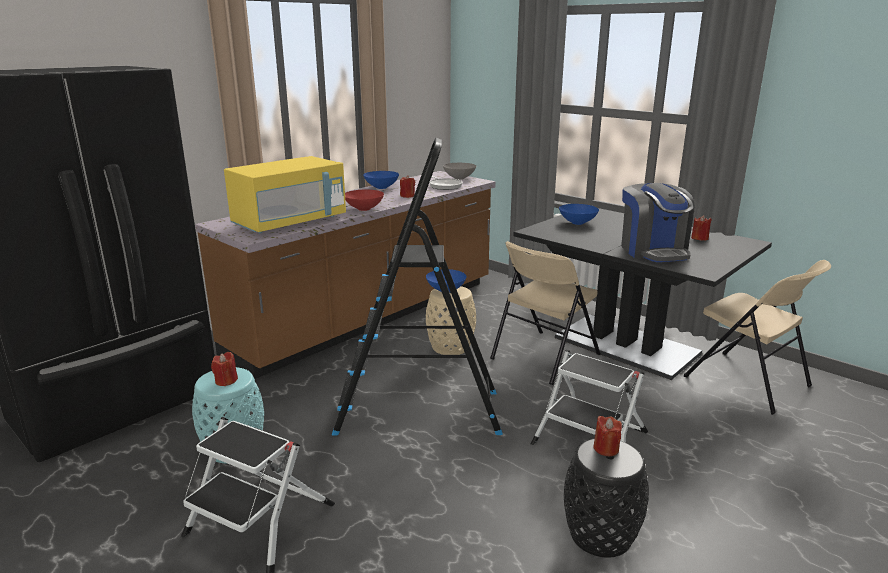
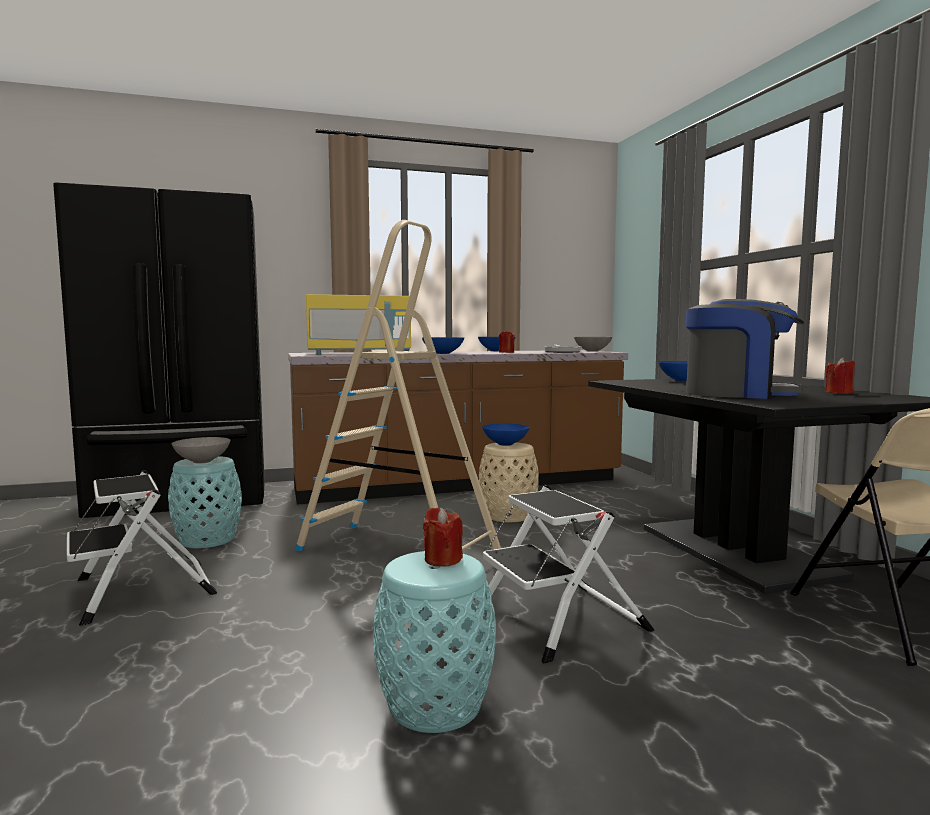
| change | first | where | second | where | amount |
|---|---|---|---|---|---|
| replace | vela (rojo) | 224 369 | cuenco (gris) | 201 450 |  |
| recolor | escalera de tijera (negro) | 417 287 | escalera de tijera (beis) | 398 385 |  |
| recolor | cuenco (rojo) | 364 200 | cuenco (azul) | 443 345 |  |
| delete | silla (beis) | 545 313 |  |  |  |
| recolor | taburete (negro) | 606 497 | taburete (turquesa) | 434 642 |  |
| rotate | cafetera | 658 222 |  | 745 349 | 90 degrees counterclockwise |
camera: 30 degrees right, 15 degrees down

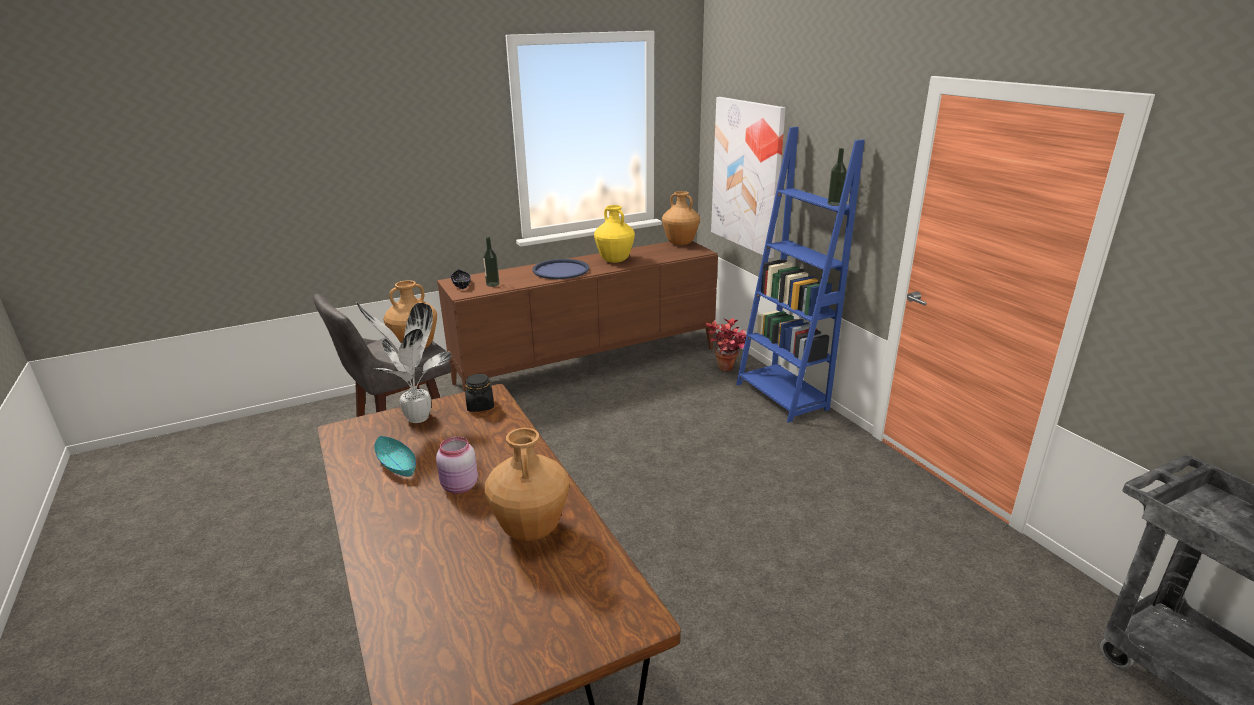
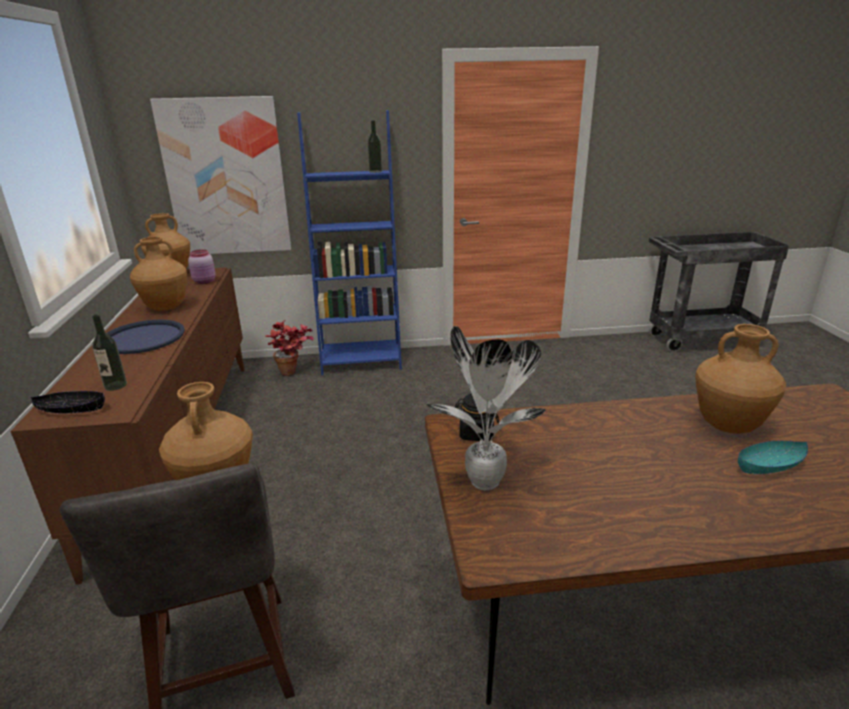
| change | first | where | second | where | amount |
|---|---|---|---|---|---|
| move | cuenco (turquesa) | 395 456 |  | 773 457 |  |
| move | tarro (rosa) | 457 465 |  | 202 266 |  |
| recolor | florero (amarillo) | 614 234 | florero (marrón) | 158 274 |  |
camera: 70 degrees left, 0 degrees up

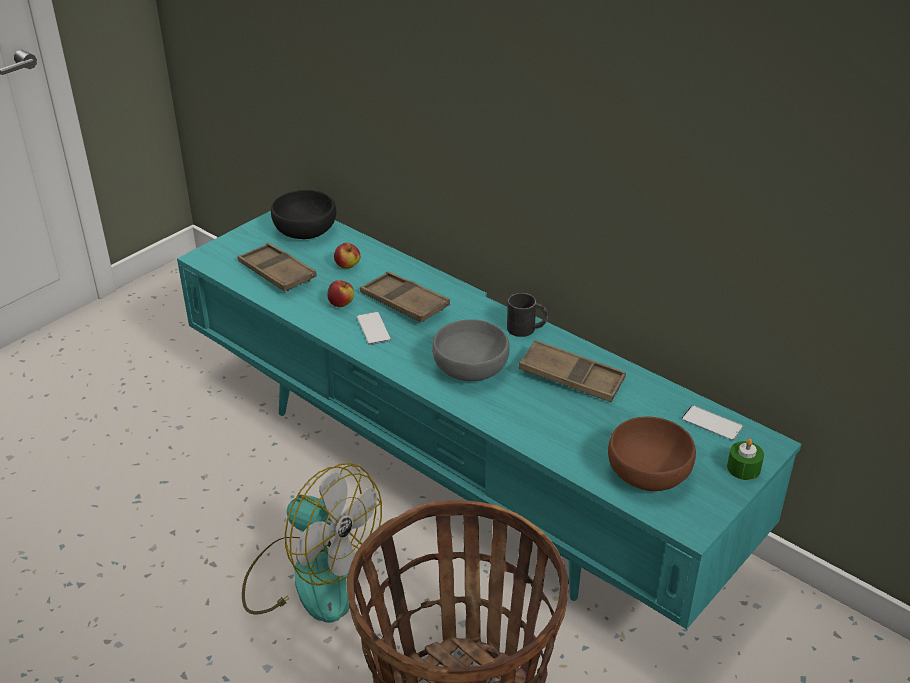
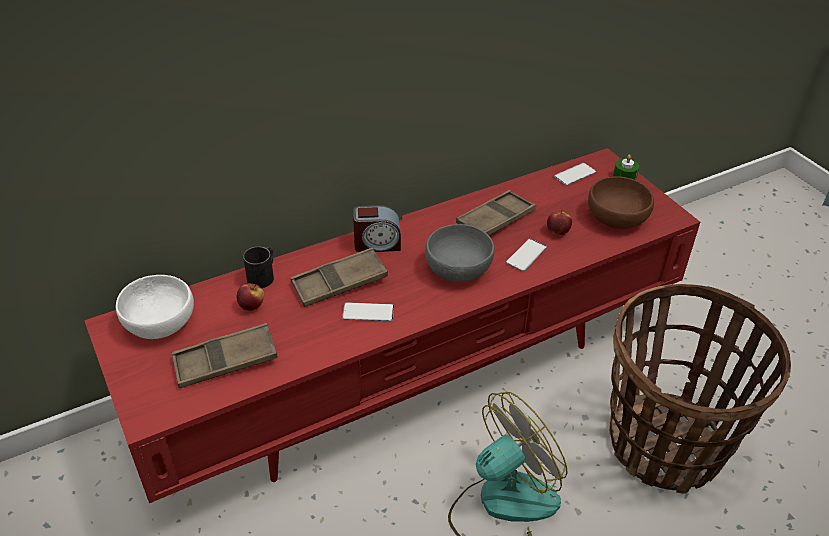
| change | first | where | second | where | amount |
|---|---|---|---|---|---|
| recolor | mueble de televisión (turquesa) | 489 420 | mueble de televisión (rojo) | 392 325 |  |
| recolor | cuenco (negro) | 303 214 | cuenco (blanco) | 155 307 |  |
| move | manzana | 340 293 |  | 559 222 |  |
| move | taza grande (negro) | 527 315 |  | 258 267 |  |
| insert |  |  | despertador | 377 228 |  |
| insert |  |  | móvil | 526 255 |  |
camera: 70 degrees left, 5 degrees up

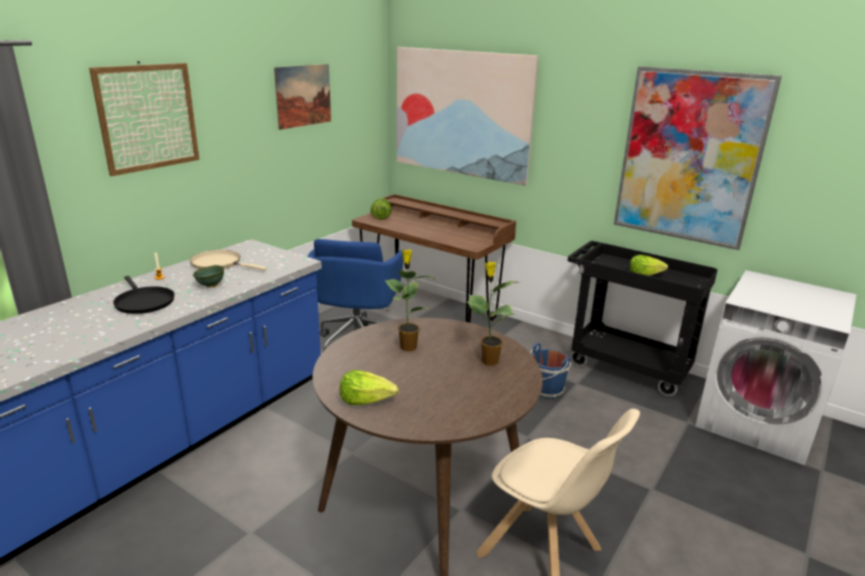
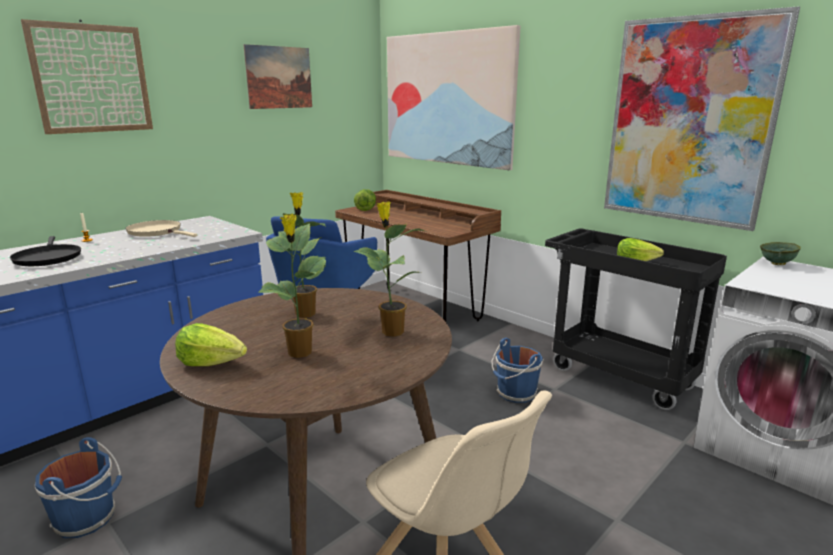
| change | first | where | second | where | amount |
|---|---|---|---|---|---|
| move | cuenco (verde) | 208 276 |  | 780 253 |  |
| insert |  |  | cubo (azul) | 78 487 |  |
| insert |  |  | planta en maceta | 292 286 |  |
camera: 10 degrees right, 5 degrees down

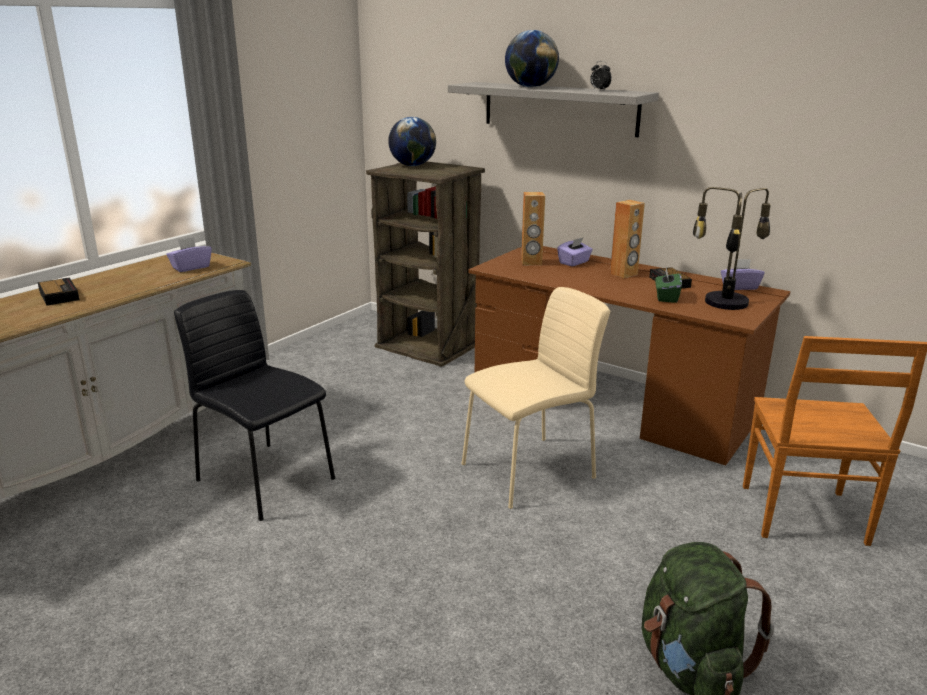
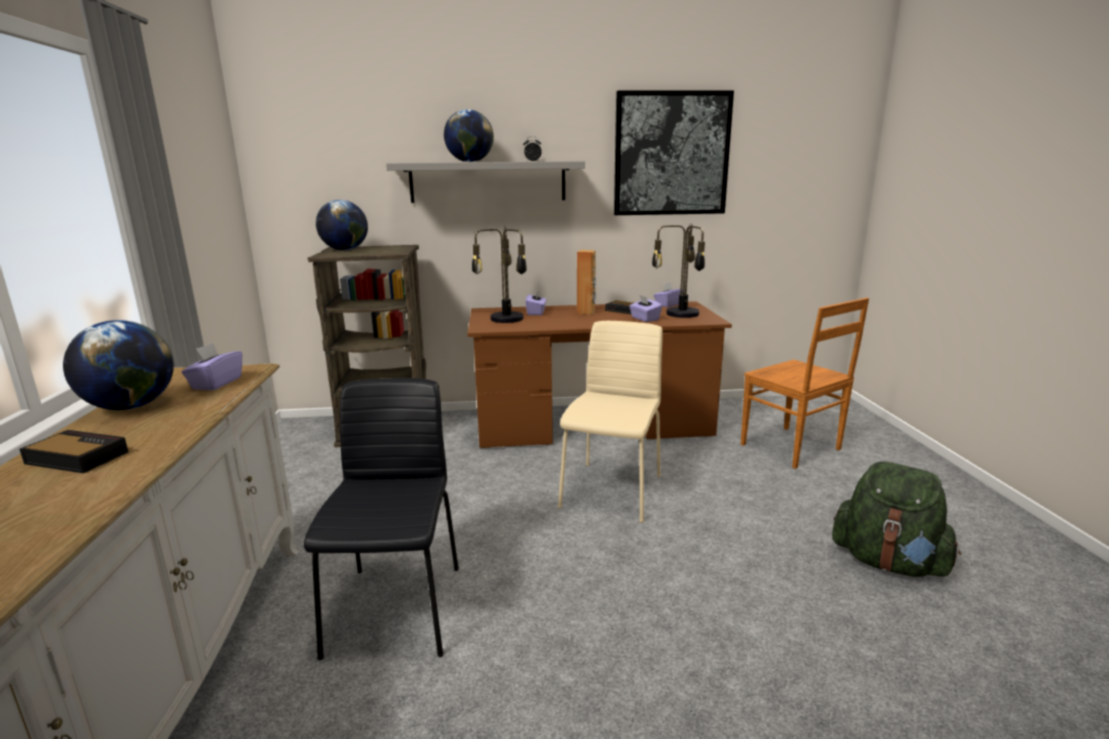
| change | first | where | second | where | amount |
|---|---|---|---|---|---|
| rotate | silla (negro) | 254 405 |  | 381 519 | 90 degrees clockwise |
| replace | altavoz (marrón) | 533 228 | lámpara de mesa | 499 275 |  |
| recolor | caja de pañuelos (verde) | 668 285 | caja de pañuelos (morado) | 645 308 |  |
| insert |  |  | globo terráqueo | 118 365 |  |
| insert |  |  | cuadro | 674 152 |  |
camera: 40 degrees left, 5 degrees down

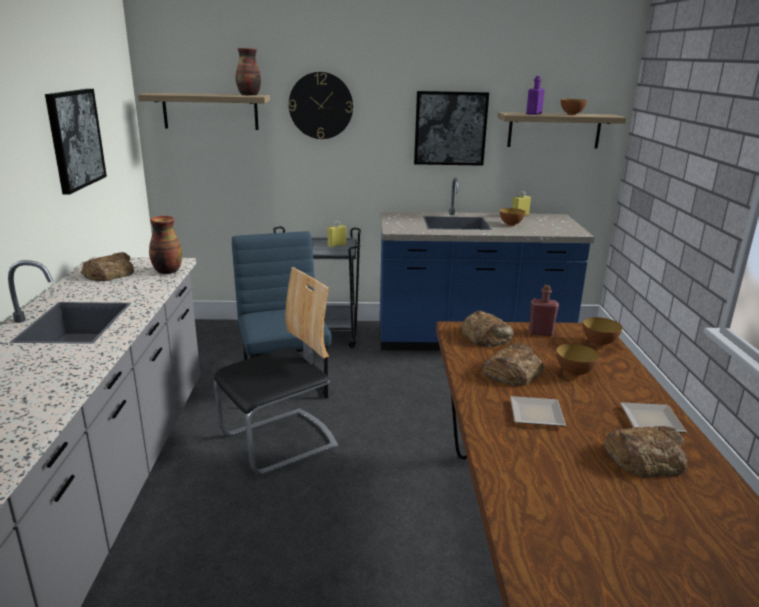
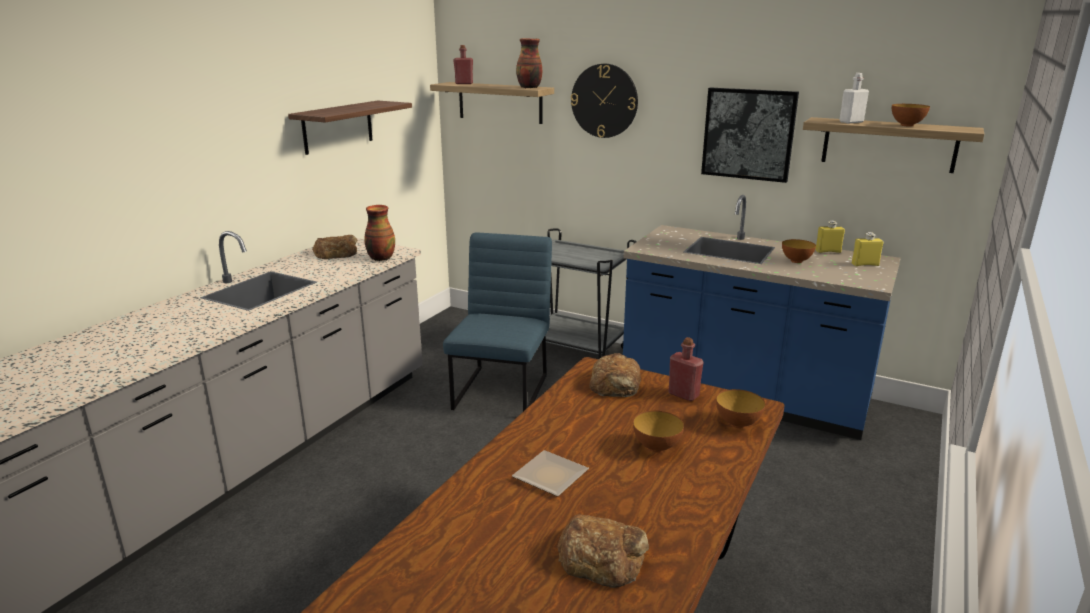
| change | first | where | second | where | amount |
|---|---|---|---|---|---|
| replace | cuadro | 76 142 | estante | 350 128 |  |
| delete | silla | 276 371 |  |  |  |
| move | botella (amarillo) | 336 234 |  | 868 249 |  |
| delete | pan | 513 364 |  |  |  |
| recolor | botella (morado) | 535 95 | botella (blanco) | 854 98 |  |
| delete | plato | 653 417 |  |  |  |
| insert |  |  | botella (rojo) | 463 64 |  |
camera: 30 degrees right, 0 degrees up

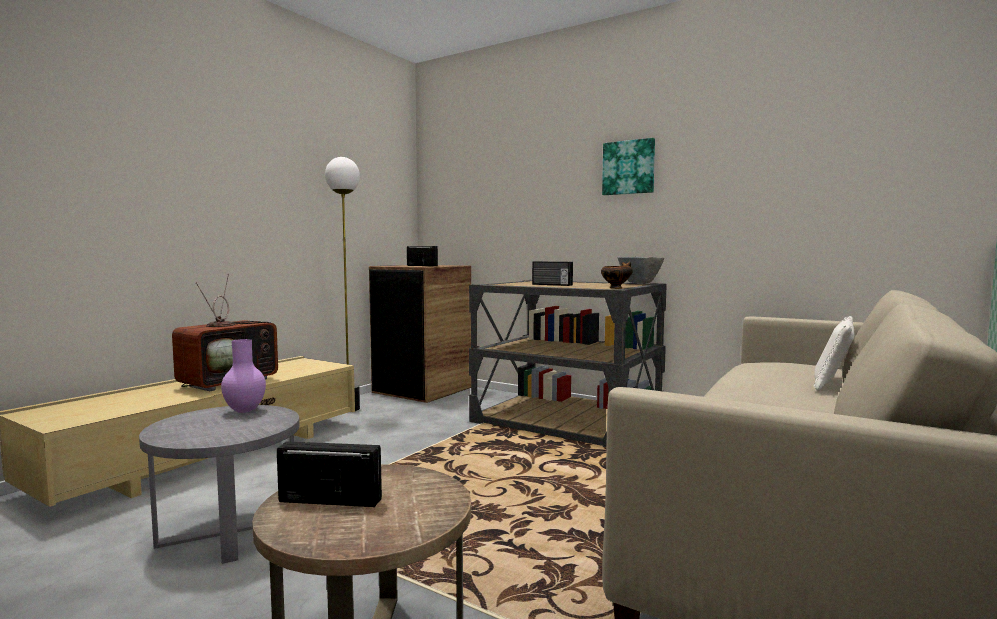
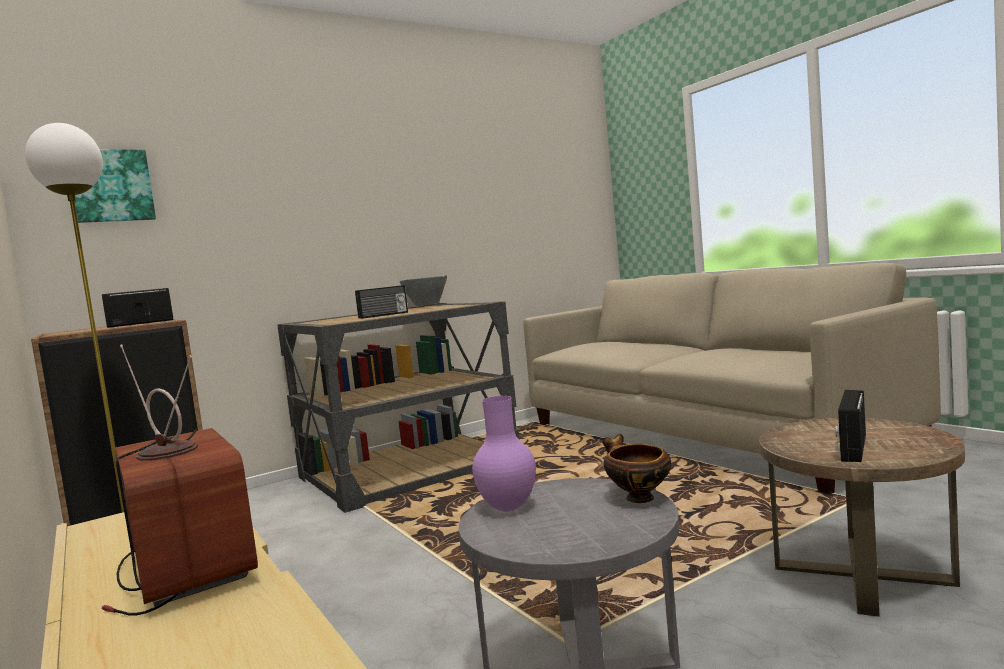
| change | first | where | second | where | amount |
|---|---|---|---|---|---|
| move | cuenco | 616 275 |  | 636 468 |  |
| move | cuadro | 628 166 |  | 115 186 |  |
| delete | cojín (blanco) | 834 353 |  |  |  |
camera: 65 degrees left, 0 degrees up

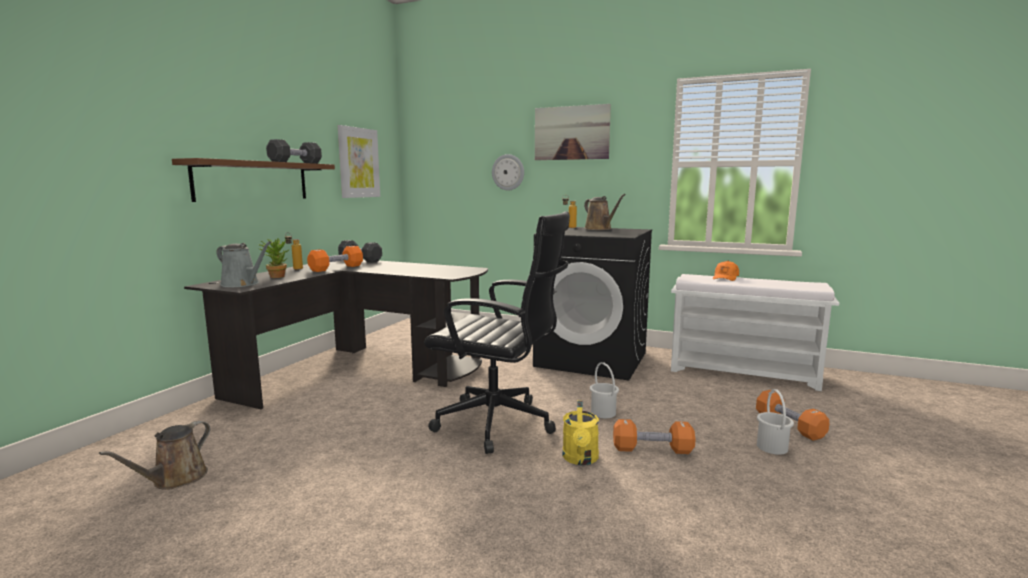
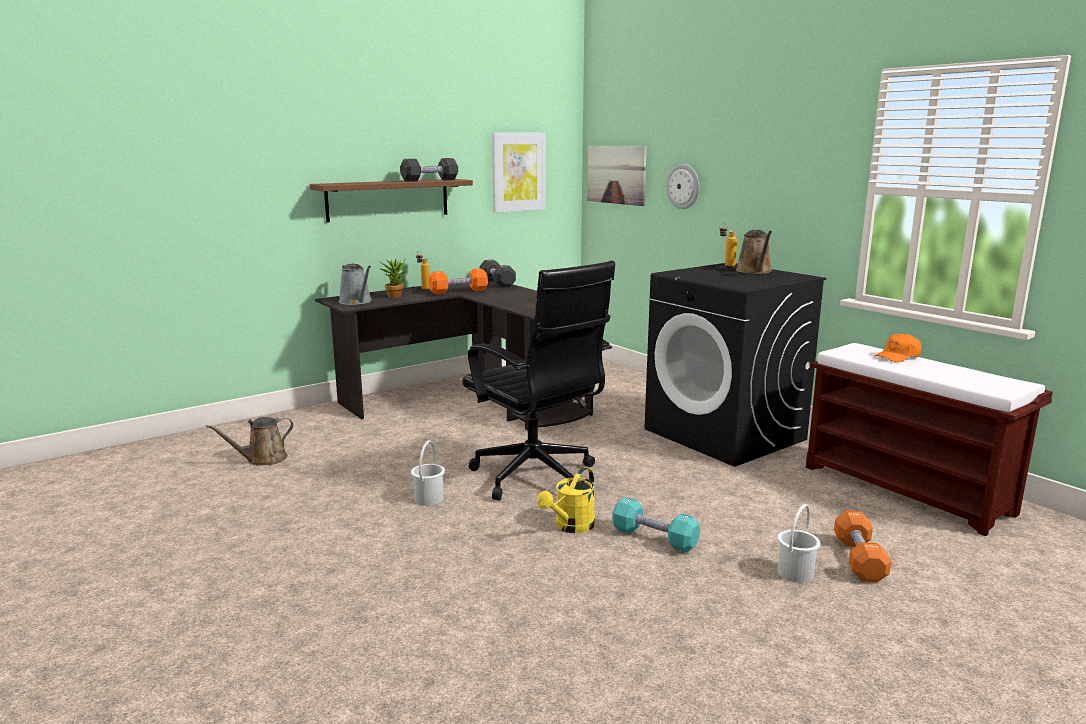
| change | first | where | second | where | amount |
|---|---|---|---|---|---|
| move | cuadro | 573 132 |  | 617 176 |  |
| move | cubo (blanco) | 604 390 |  | 428 473 |  |
| recolor | mancuerna (naranja) | 654 436 | mancuerna (turquesa) | 656 524 |  |
| recolor | banco (blanco) | 755 332 | banco (marrón) | 929 439 |  |
camera: 30 degrees right, 5 degrees up

